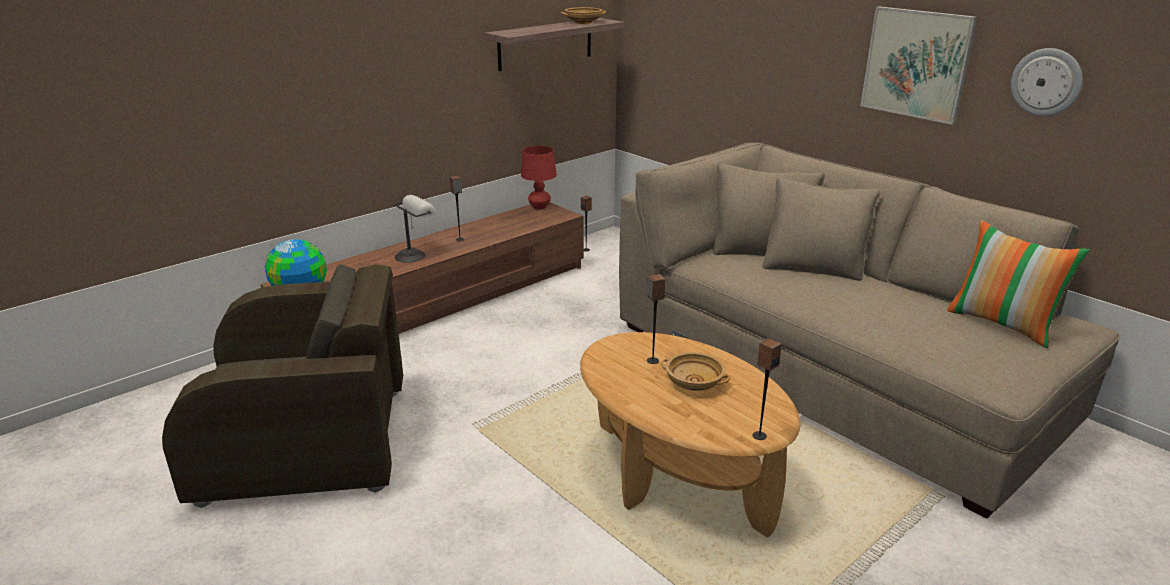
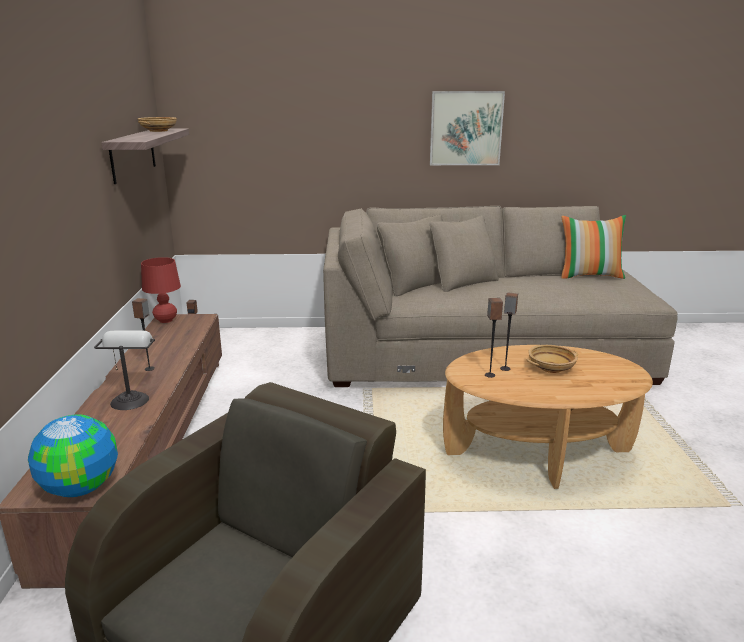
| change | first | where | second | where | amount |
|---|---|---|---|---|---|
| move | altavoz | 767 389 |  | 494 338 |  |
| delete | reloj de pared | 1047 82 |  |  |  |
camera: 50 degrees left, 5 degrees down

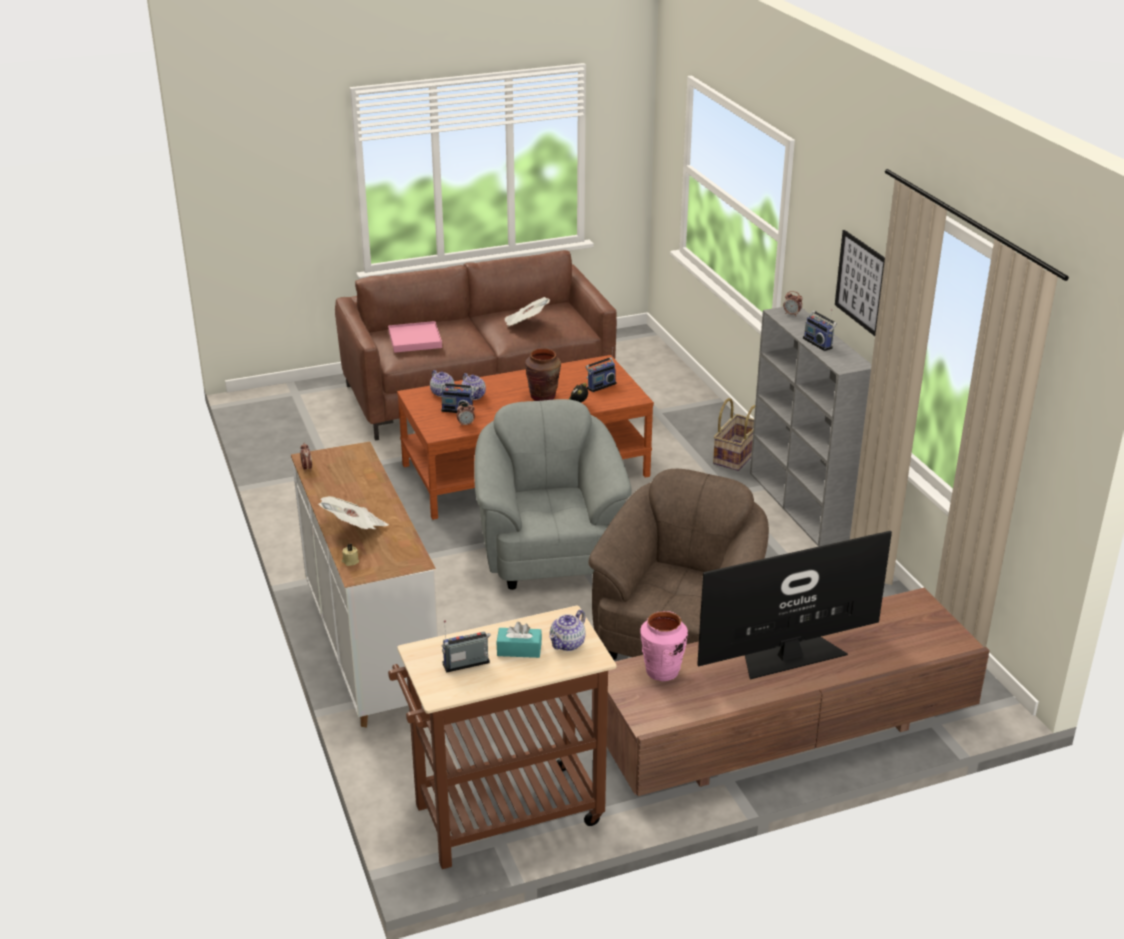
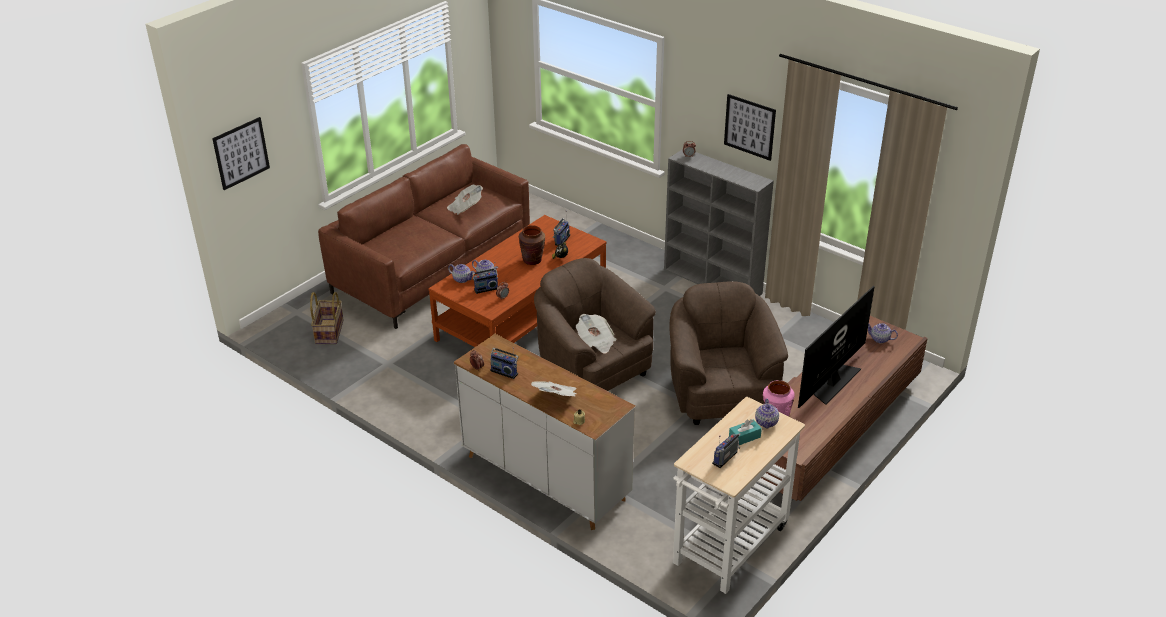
| change | first | where | second | where | amount |
|---|---|---|---|---|---|
| delete | bandeja (rosa) | 415 337 |  |  |  |
| recolor | carrito (marrón) | 502 737 | carrito (blanco) | 739 495 |  |
| recolor | sillón (gris) | 553 494 | sillón (marrón) | 595 324 |  |
| move | cesta | 734 434 |  | 327 318 |  |
| move | radio | 820 330 |  | 504 363 |  |
| insert |  |  | cuadro | 241 153 |  |
| insert |  |  | periódico | 596 334 |  |
| insert |  |  | tetera | 883 333 |  |
camera: 30 degrees left, 5 degrees up

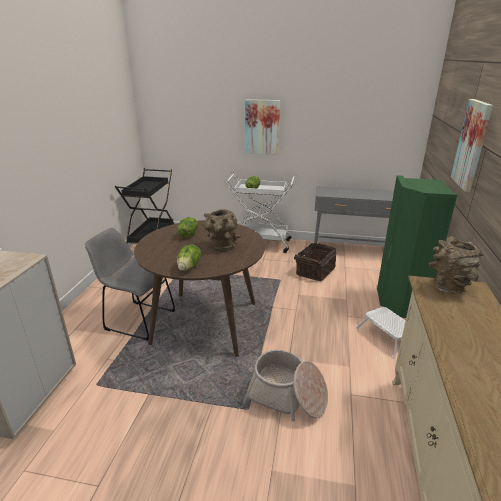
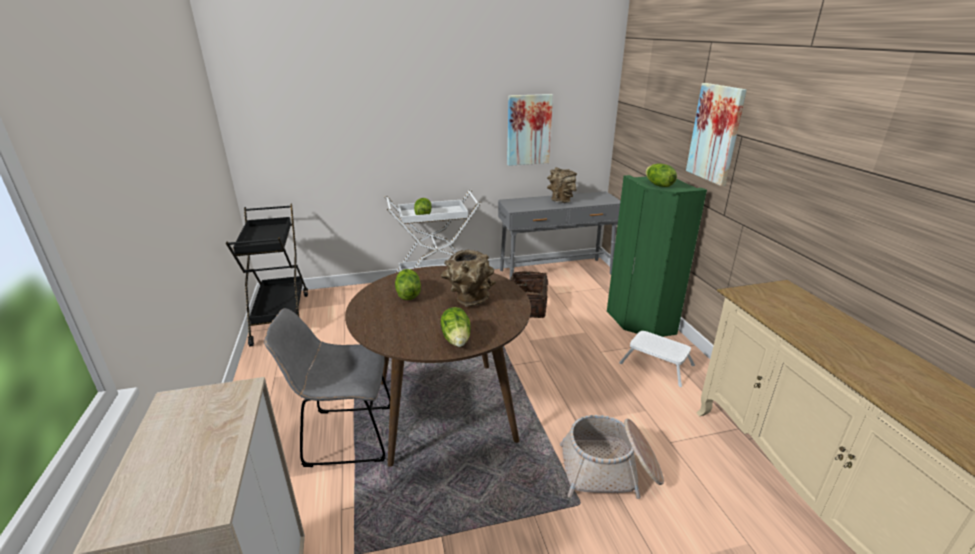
| change | first | where | second | where | amount |
|---|---|---|---|---|---|
| move | cuadro | 262 127 |  | 530 130 |  |
| move | florero (marrón) | 456 265 |  | 562 185 |  |
| insert |  |  | lechuga | 661 175 |  |
camera: 25 degrees left, 0 degrees up

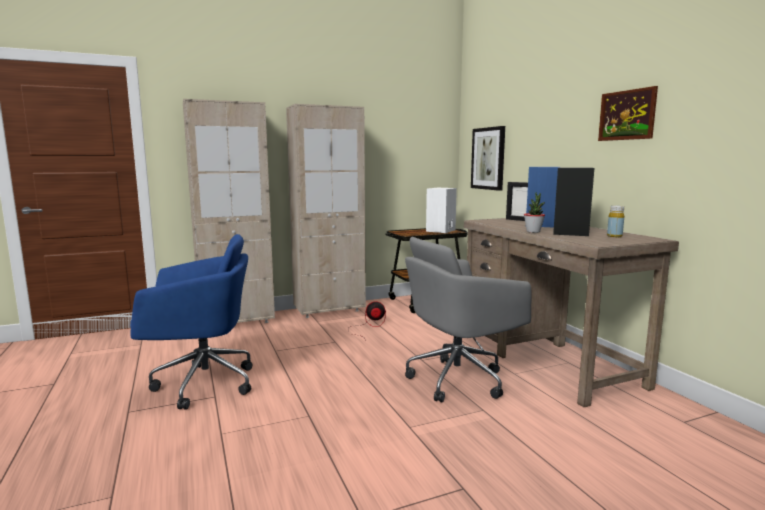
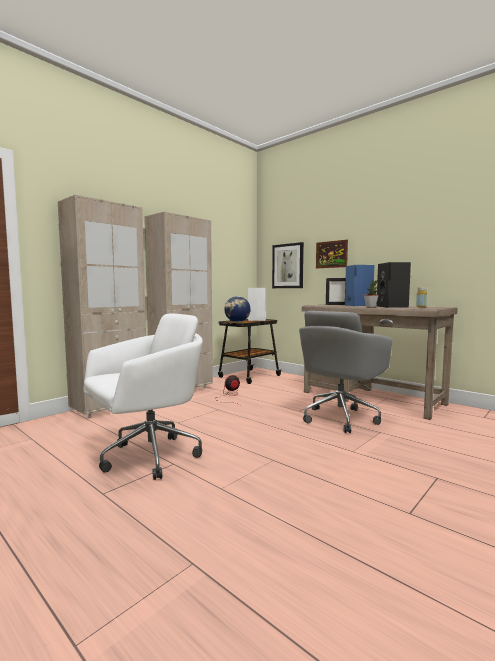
| change | first | where | second | where | amount |
|---|---|---|---|---|---|
| recolor | silla de oficina (azul) | 191 321 | silla de oficina (blanco) | 143 397 |  |
| move | cuadro | 628 113 |  | 332 254 |  |
| insert |  |  | globo terráqueo | 237 309 |  |
camera: 25 degrees left, 5 degrees down

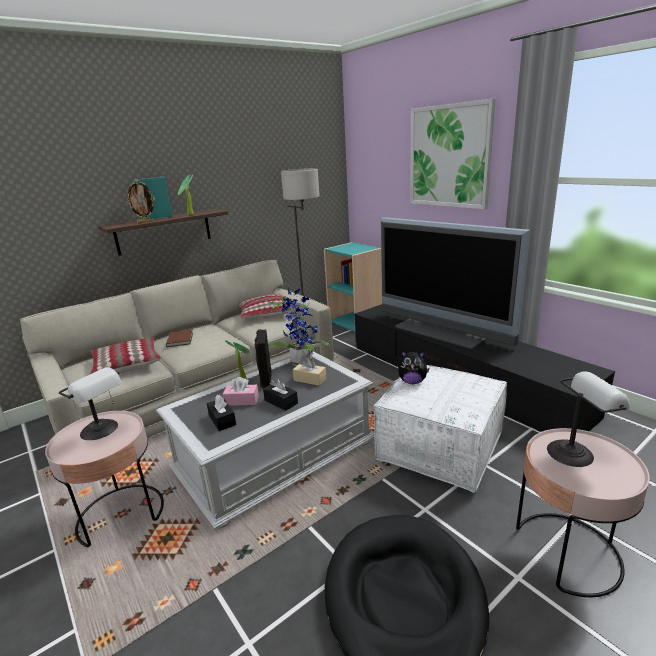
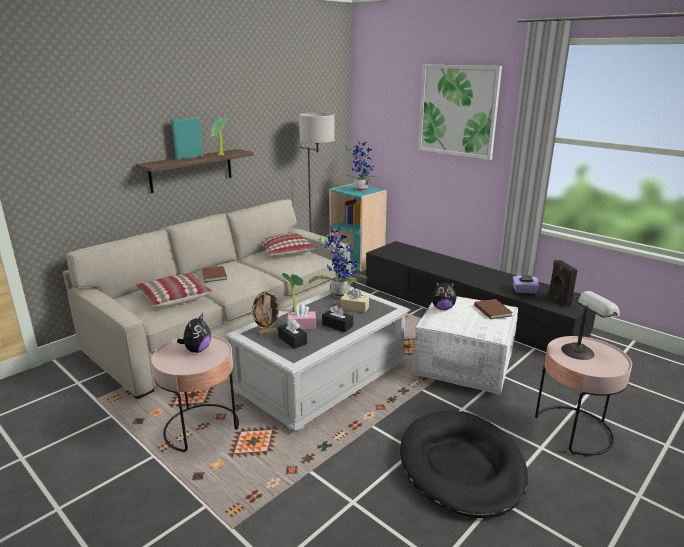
| change | first | where | second | where | amount |
|---|---|---|---|---|---|
| replace | lámpara de mesa | 90 403 | peluche | 194 333 |  |
| move | portarretratos | 140 201 |  | 266 312 |  |
| move | altavoz (negro) | 263 358 |  | 562 283 |  |
| delete | televisor | 456 283 |  |  |  |
| insert |  |  | planta en maceta | 359 166 |  |
| insert |  |  | libro (marrón) | 493 309 |  |
| insert |  |  | caja de pañuelos (morado) | 525 284 |  |
camera: 10 degrees left, 0 degrees up

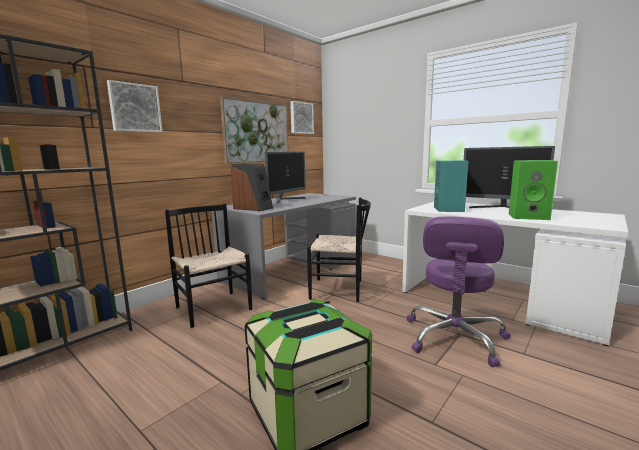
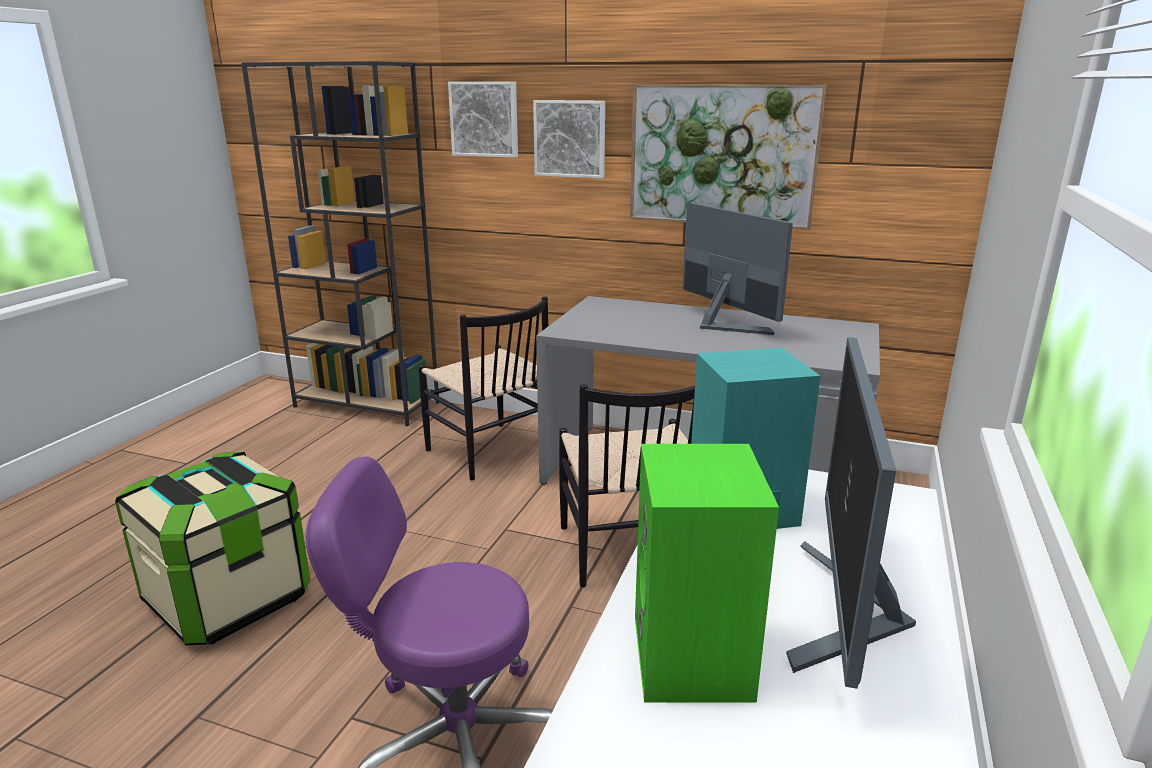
| change | first | where | second | where | amount |
|---|---|---|---|---|---|
| rotate | silla (negro) | 208 266 |  | 483 388 | 105 degrees clockwise |
| delete | altavoz | 252 187 |  |  |  |
| rotate | monitor | 285 177 |  | 738 269 | 135 degrees counterclockwise |
| move | cuadro | 302 117 |  | 569 139 |  |
camera: 70 degrees right, 10 degrees up

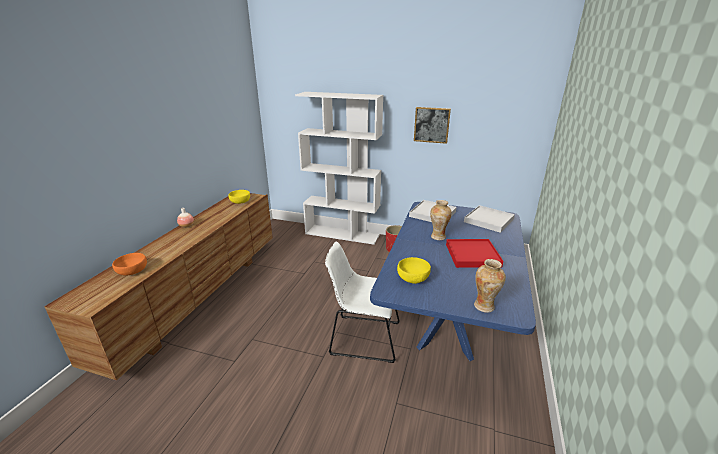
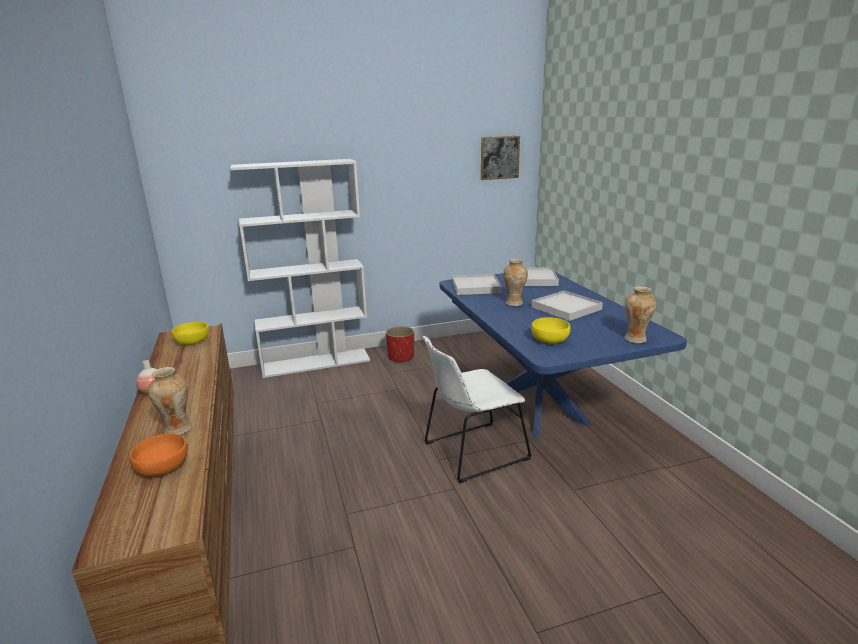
| change | first | where | second | where | amount |
|---|---|---|---|---|---|
| move | cuadro | 432 125 |  | 500 158 |  |
| recolor | bandeja (rojo) | 474 253 | bandeja (blanco) | 567 305 |  |
| insert |  |  | florero | 170 401 |  |
camera: 35 degrees left, 5 degrees down

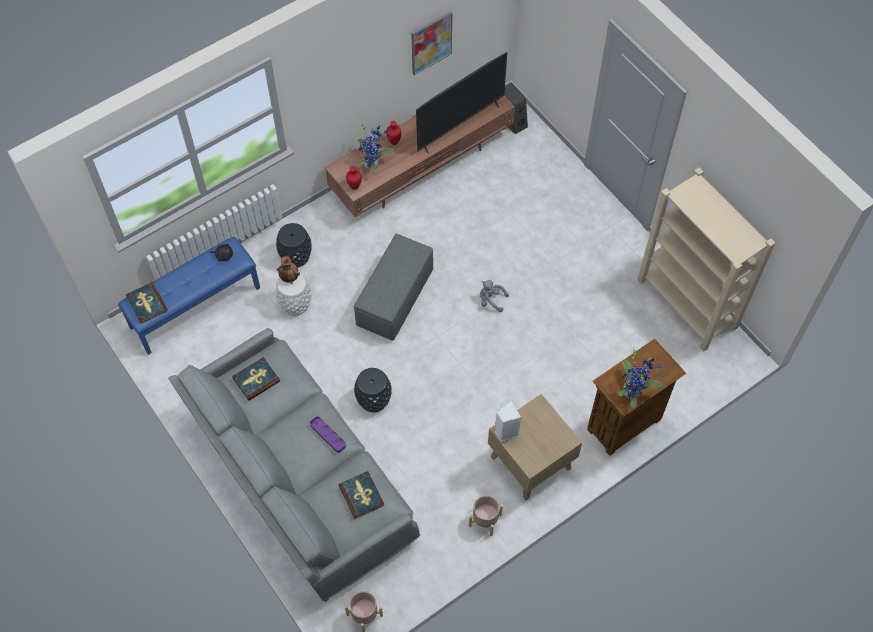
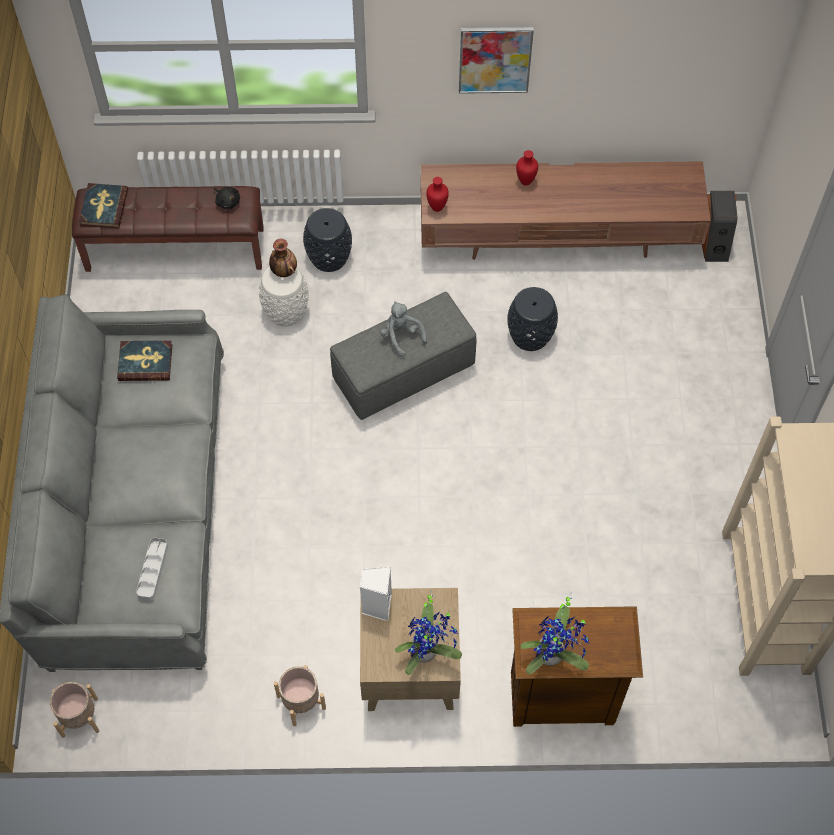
| change | first | where | second | where | amount |
|---|---|---|---|---|---|
| recolor | banco (azul) | 189 296 | banco (marrón) | 168 229 |  |
| delete | bandeja (morado) | 328 434 |  |  |  |
| replace | libro | 361 495 | bandeja (gris) | 152 569 |  |
| move | taburete (negro) | 373 390 |  | 532 319 |  |
| move | planta en maceta | 376 147 |  | 428 634 |  |
| move | cuadro | 431 43 |  | 496 60 |  |
| delete | televisor | 461 103 |  |  |  |
| move | peluche (gris) | 494 296 |  | 403 329 |  |
camera: 35 degrees right, 0 degrees up

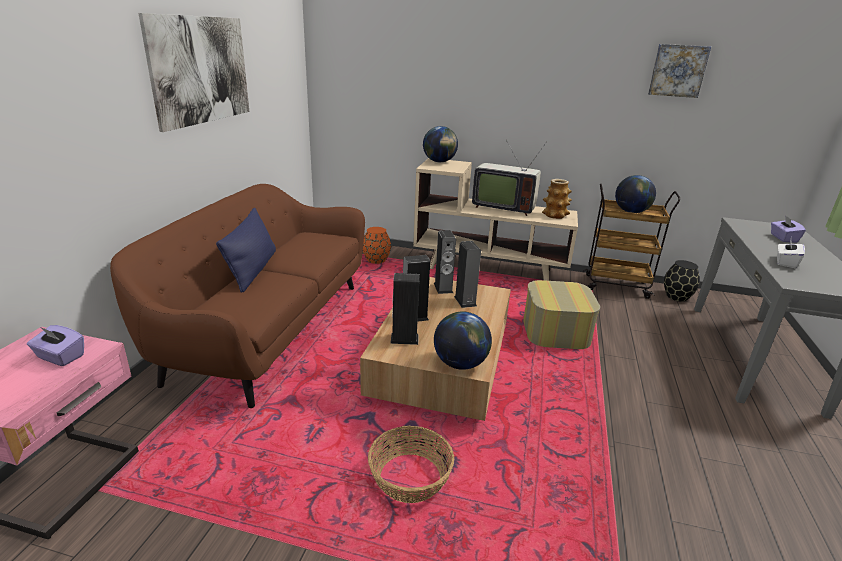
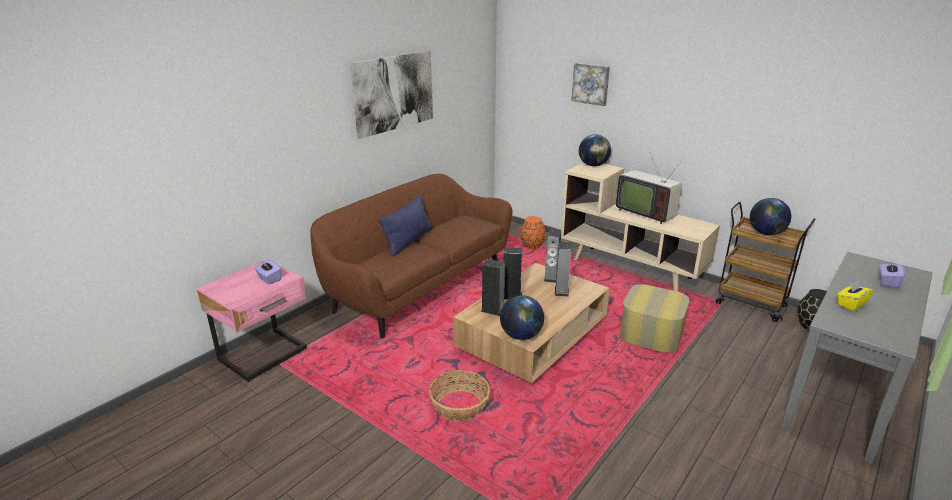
| change | first | where | second | where | amount |
|---|---|---|---|---|---|
| delete | florero | 557 199 |  |  |  |
| move | cuadro | 679 71 |  | 590 84 |  |
| recolor | caja de pañuelos (blanco) | 791 254 | caja de pañuelos (amarillo) | 855 295 |  |
camera: 25 degrees right, 0 degrees up

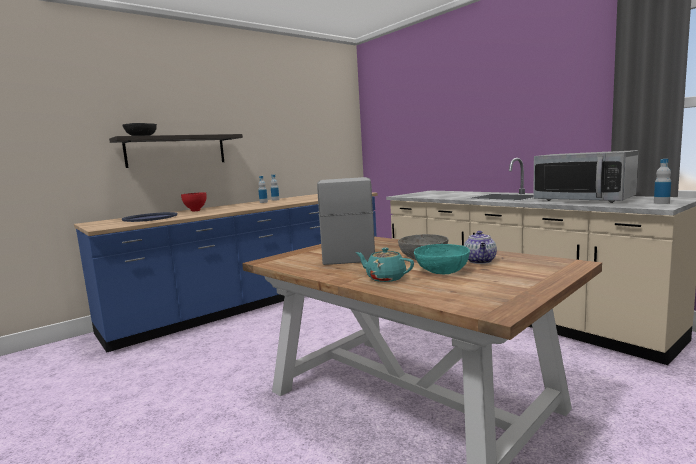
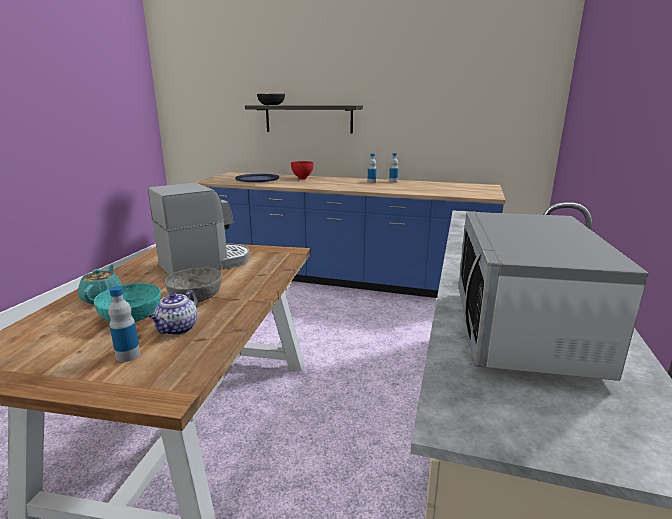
| change | first | where | second | where | amount |
|---|---|---|---|---|---|
| rotate | tetera | 480 247 |  | 173 312 | 45 degrees counterclockwise |
| move | botella | 662 181 |  | 124 324 |  |
camera: 55 degrees right, 10 degrees up

